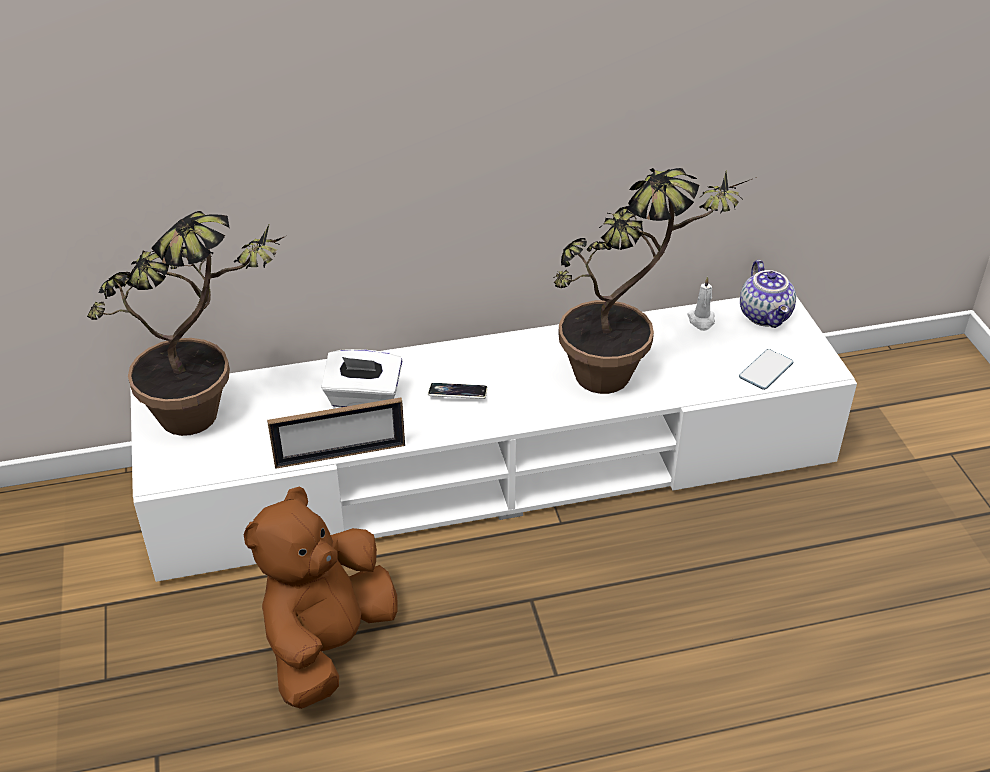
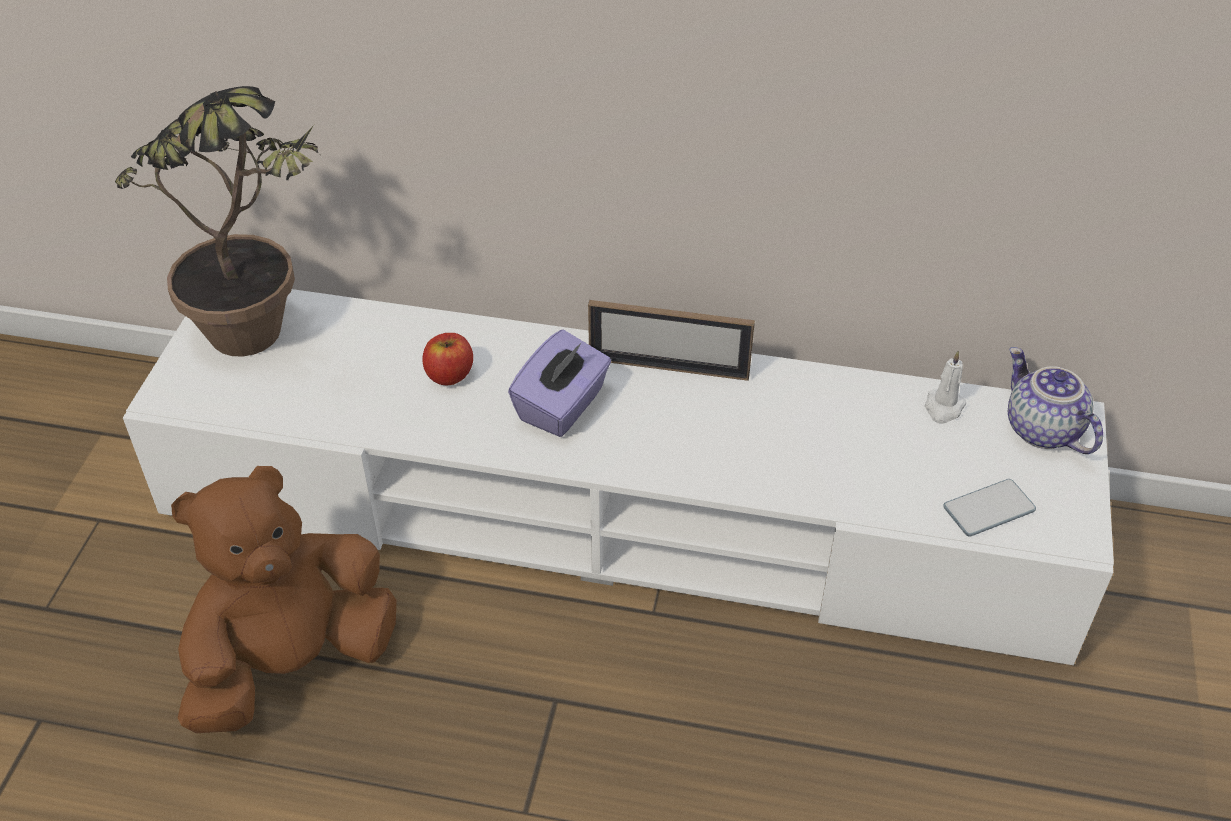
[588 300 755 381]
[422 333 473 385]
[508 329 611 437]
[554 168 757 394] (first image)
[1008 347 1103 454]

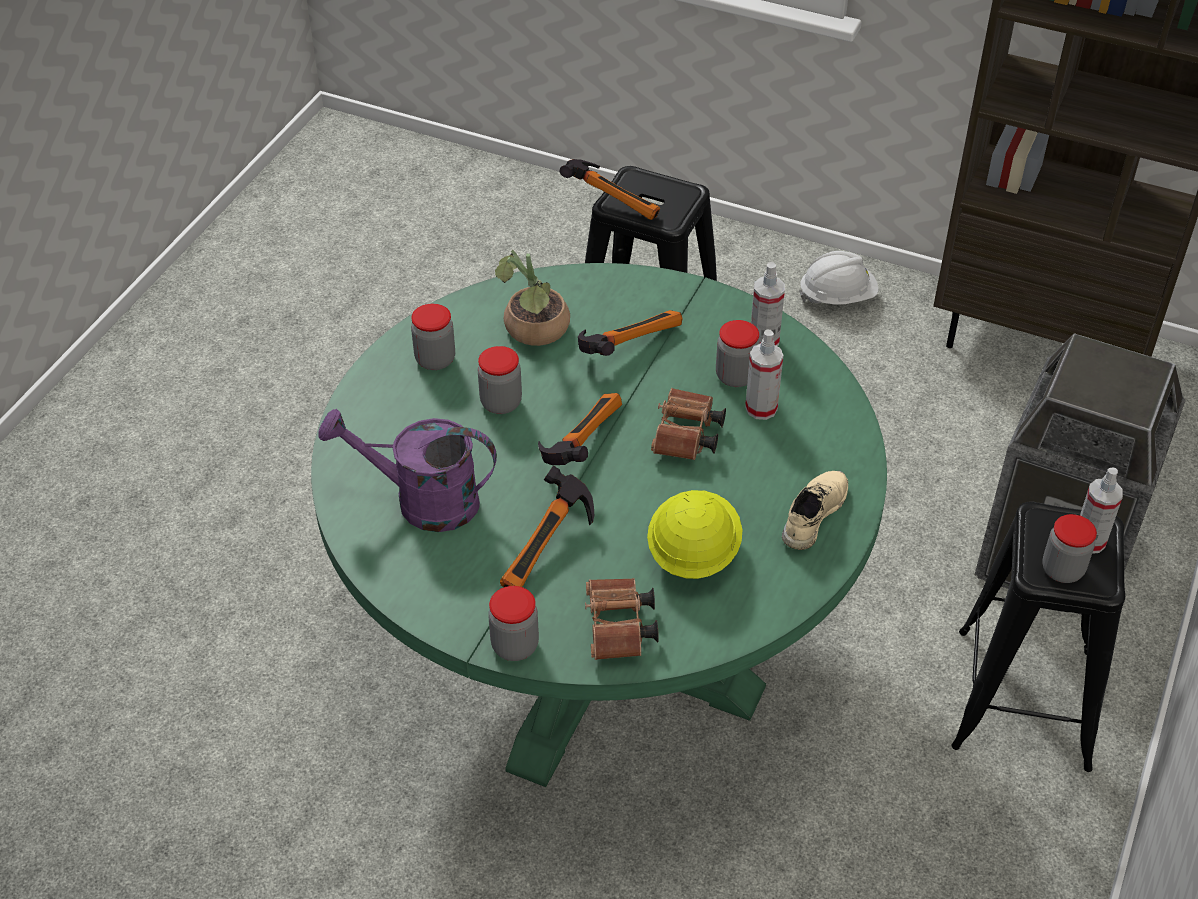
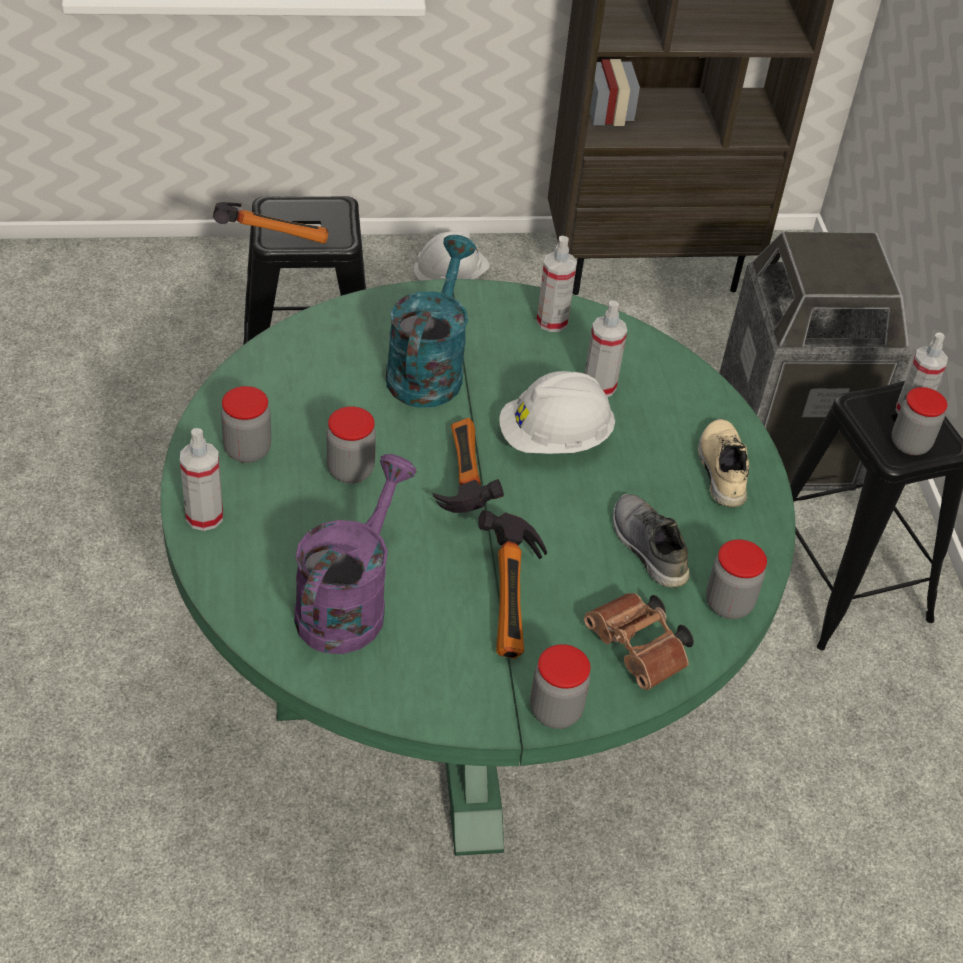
[294 454 417 654]
[495 250 570 346] (first image)
[386 235 476 408]
[613 494 690 587]
[499 371 615 454]
[706 539 767 619]
[180 428 223 531]

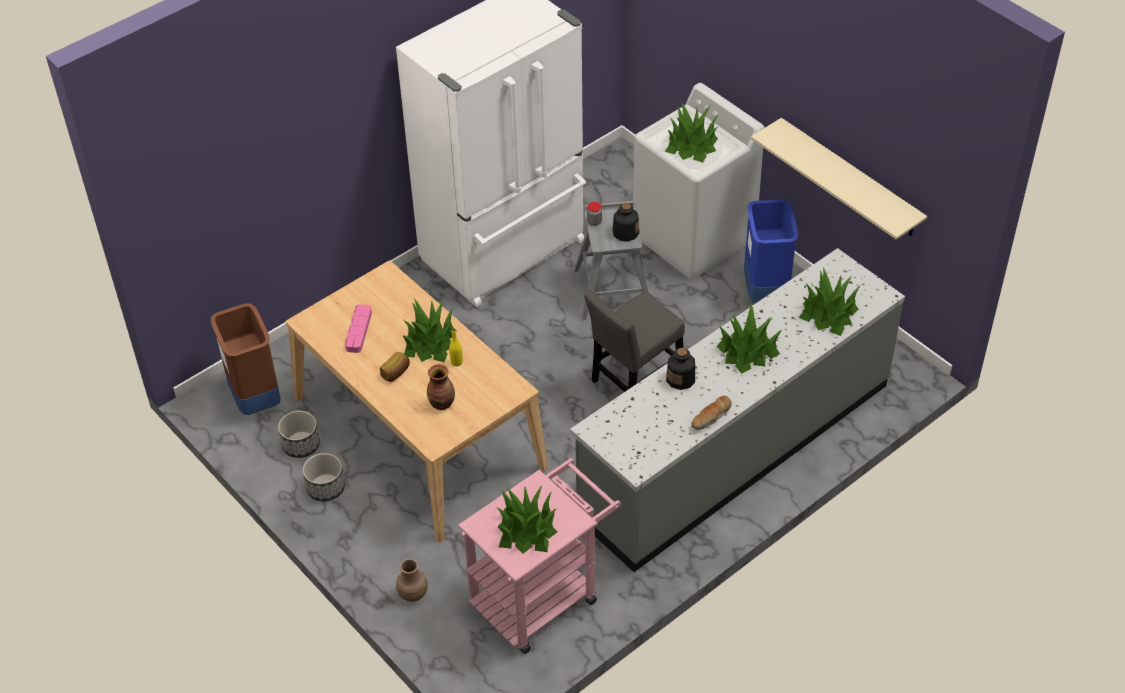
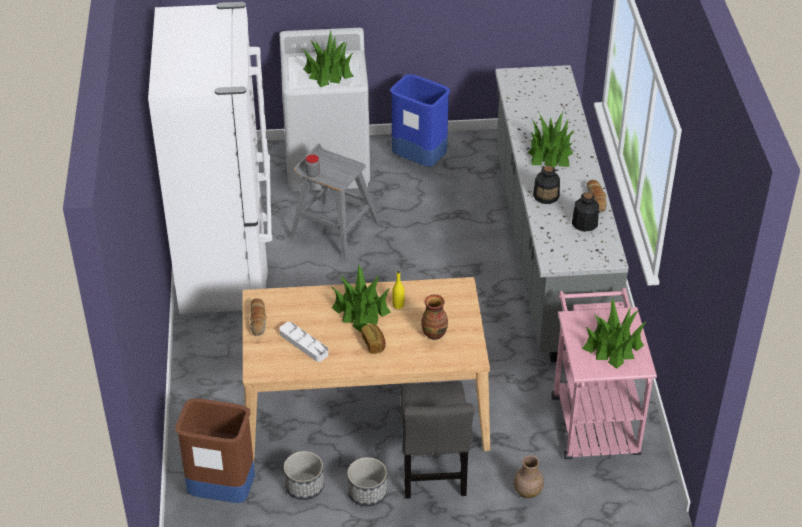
[279 322 328 362]
[401 381 474 499]
[572 193 599 232]
[751 118 927 240] (first image)
[799 268 860 336] (first image)
[250 298 266 336]

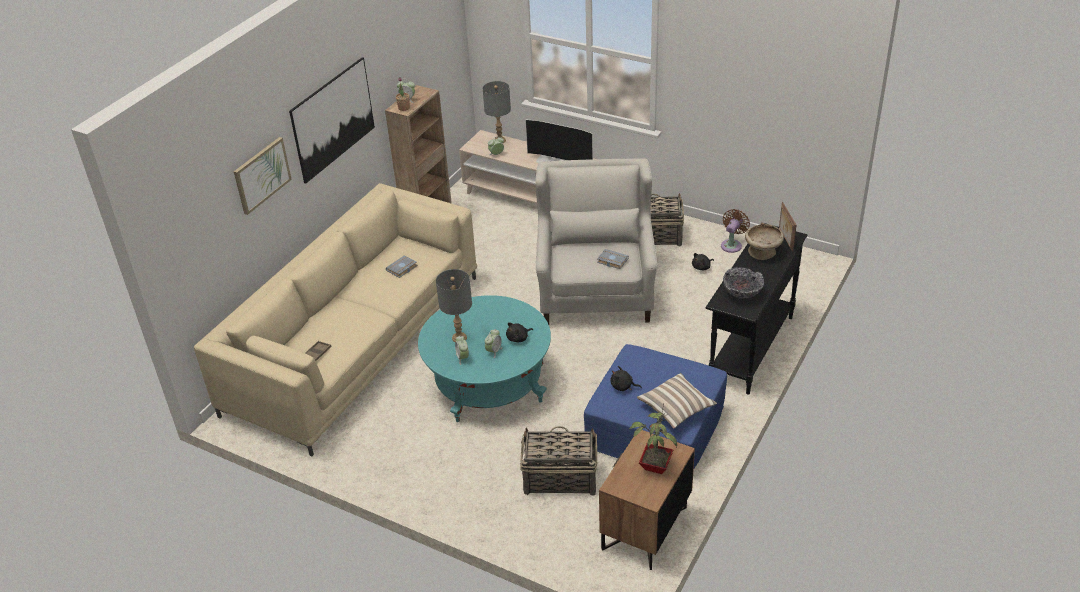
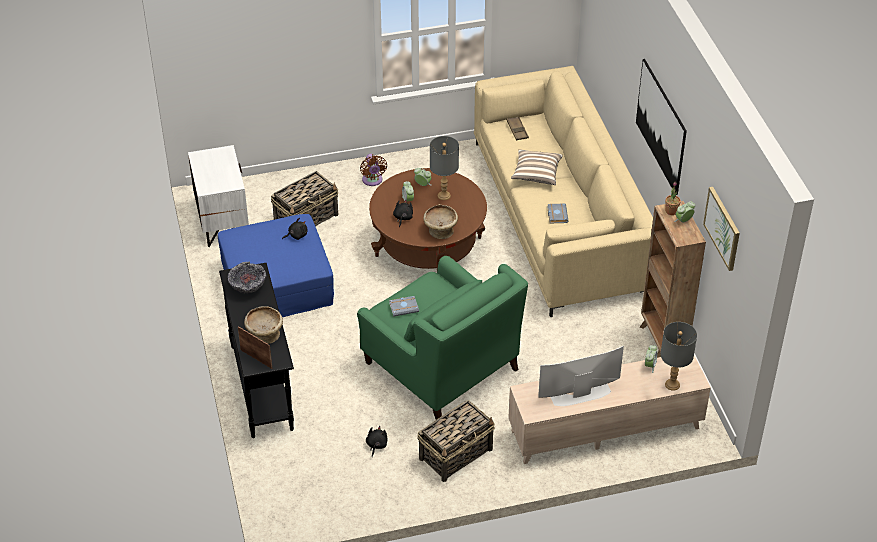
[703 187 740 271]
[369 168 487 270]
[357 256 528 420]
[188 145 249 247]
[629 404 677 474] (first image)
[511 150 563 185]
[360 154 387 186]
[423 204 458 239]

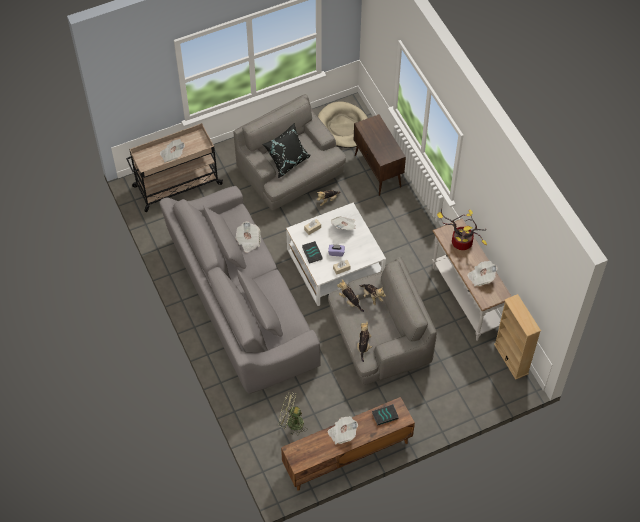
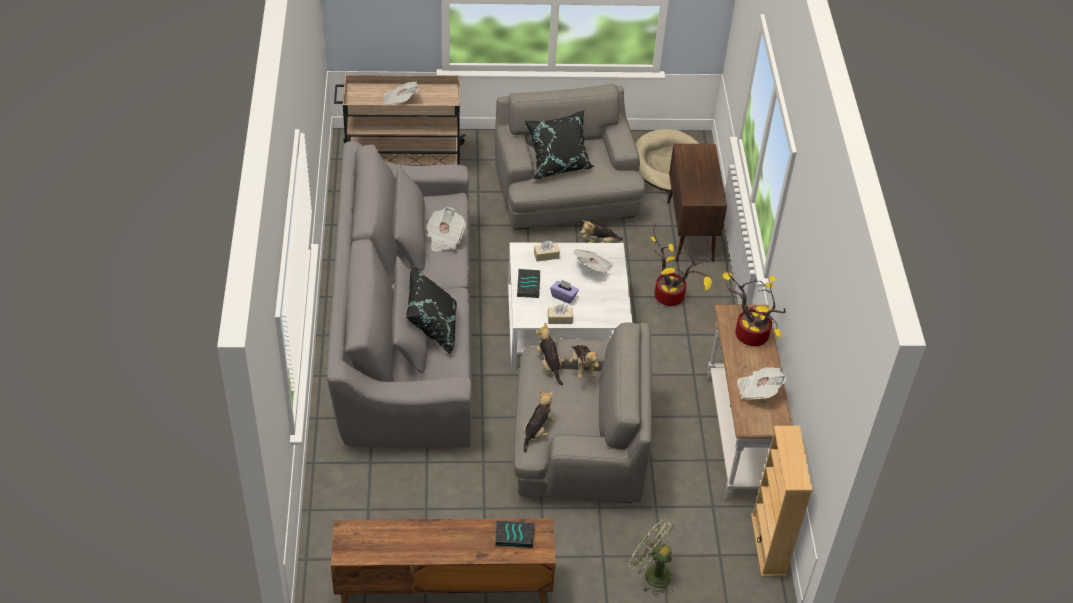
[629 519 674 596]
[327 416 358 445] (first image)
[406 265 457 354]
[650 223 713 306]

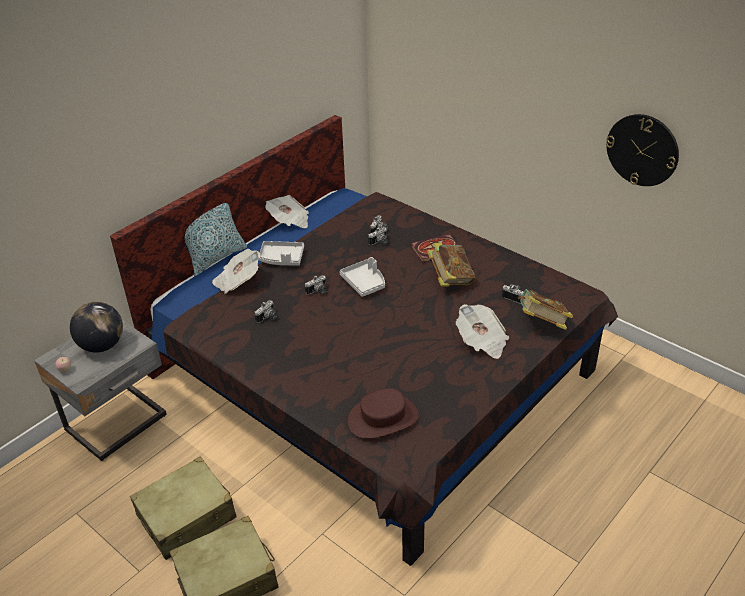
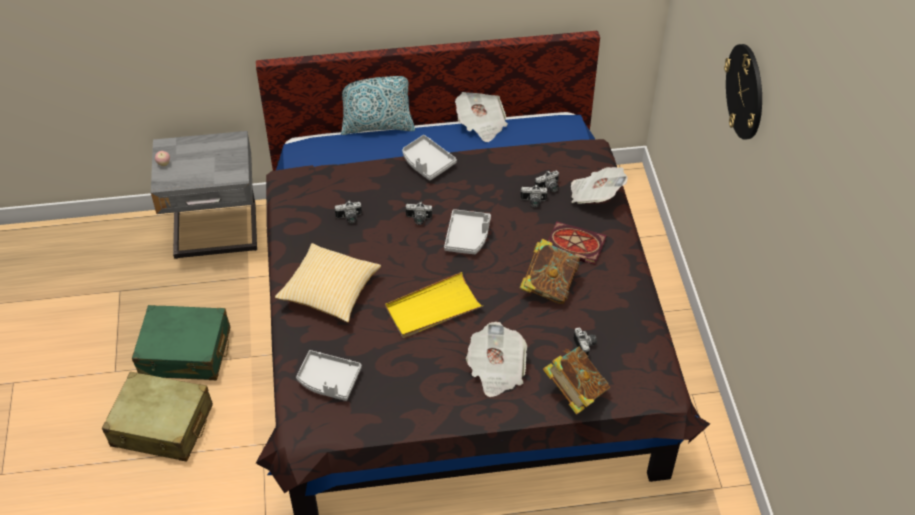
[70 302 123 353] (first image)
[132 305 230 380]
[571 167 628 204]
[296 350 362 401]
[724 44 762 140]
[275 243 381 322]
[385 272 483 338]

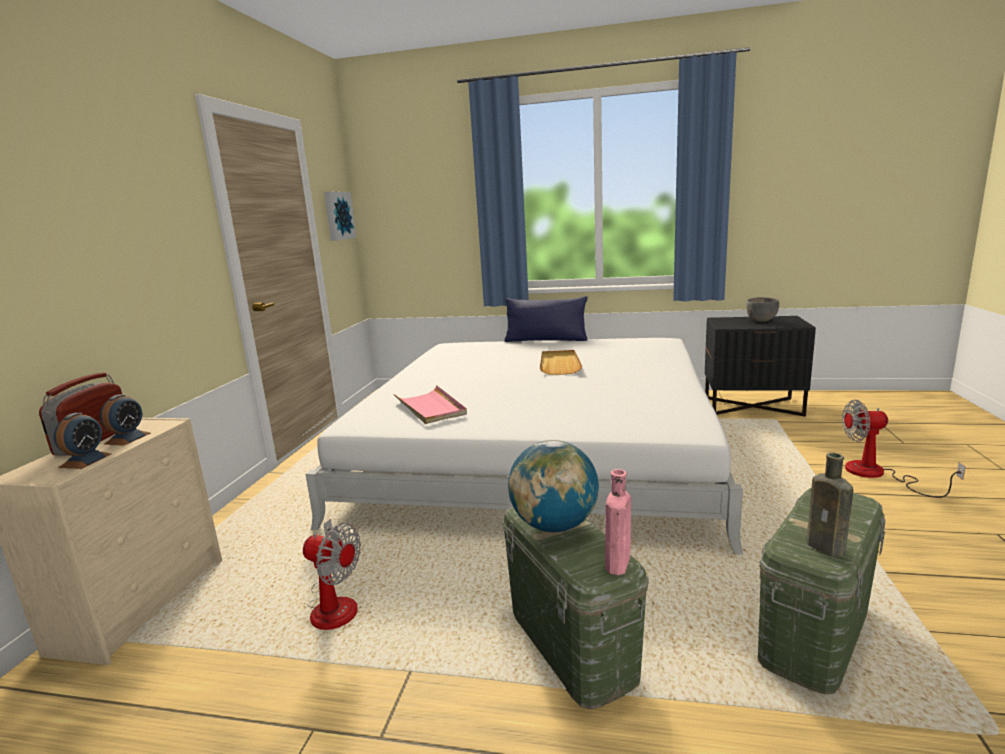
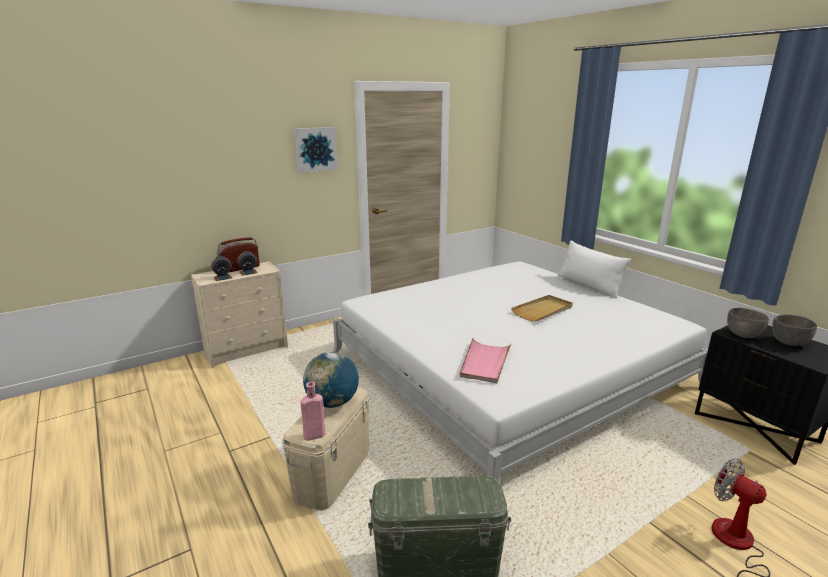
[303 519 361 630] (first image)
[294 127 338 173]
[460 338 512 383]
[282 387 370 510]
[558 241 631 298]
[806 453 853 557] (first image)
[727 308 769 338]

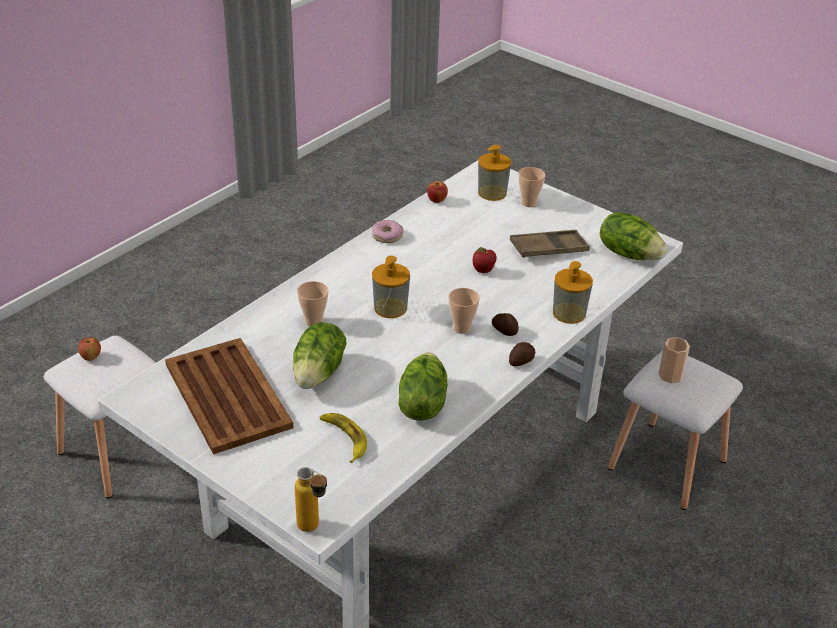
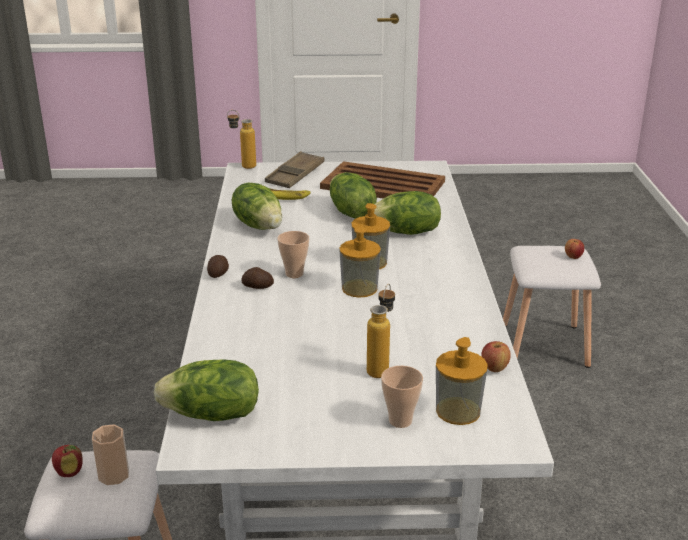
[374 191 441 235]
[372 220 404 243] (first image)
[52 445 83 477]
[265 151 324 188]
[339 226 381 298]
[367 284 395 378]

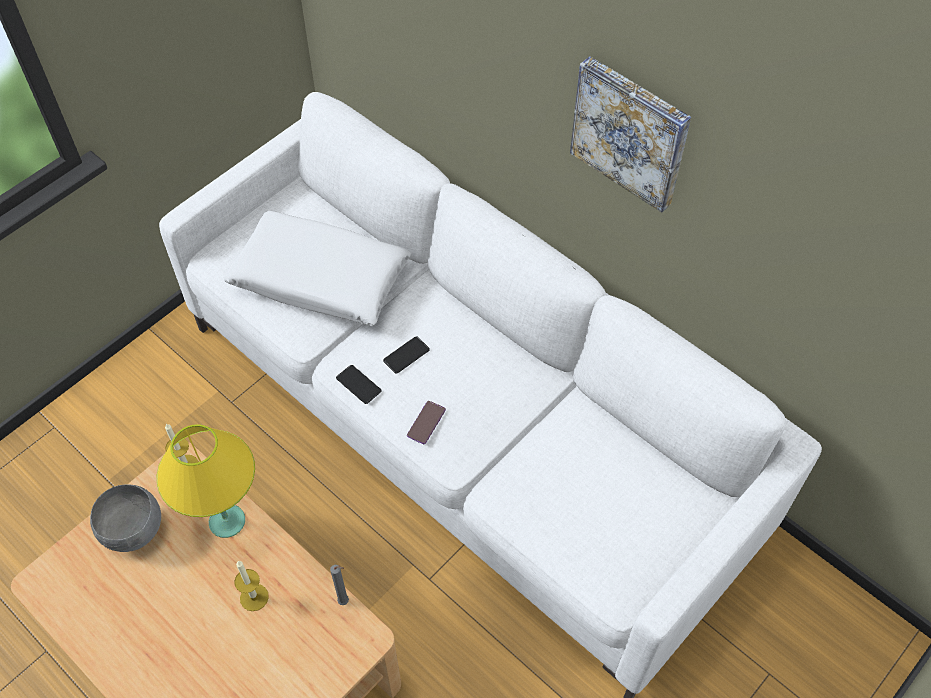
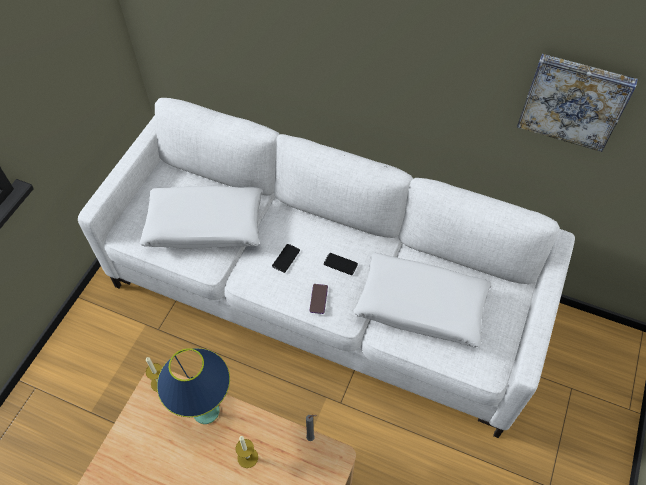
[90 484 161 552] (first image)
[157 348 230 424]
[324 253 358 275]
[517 54 638 152]
[353 253 492 348]

